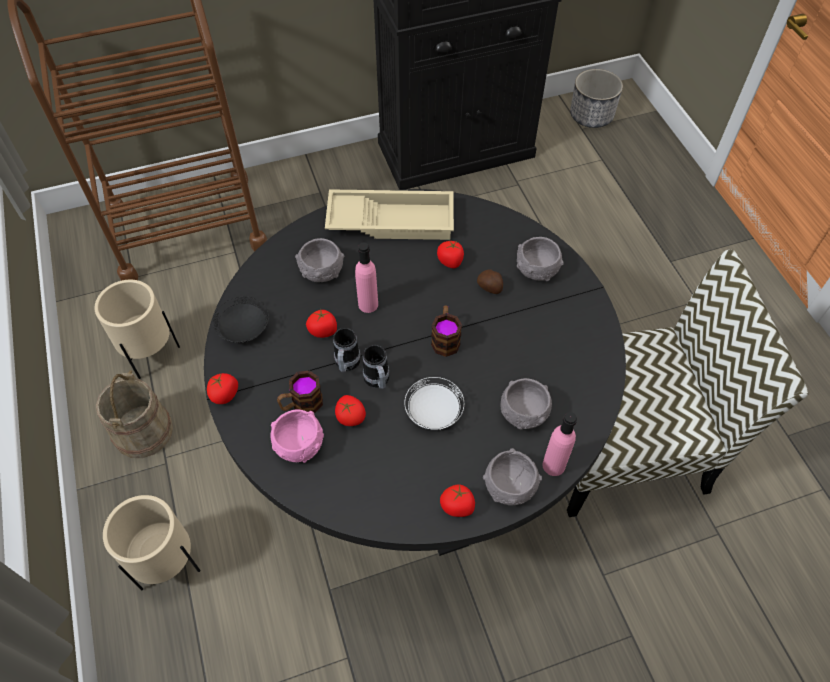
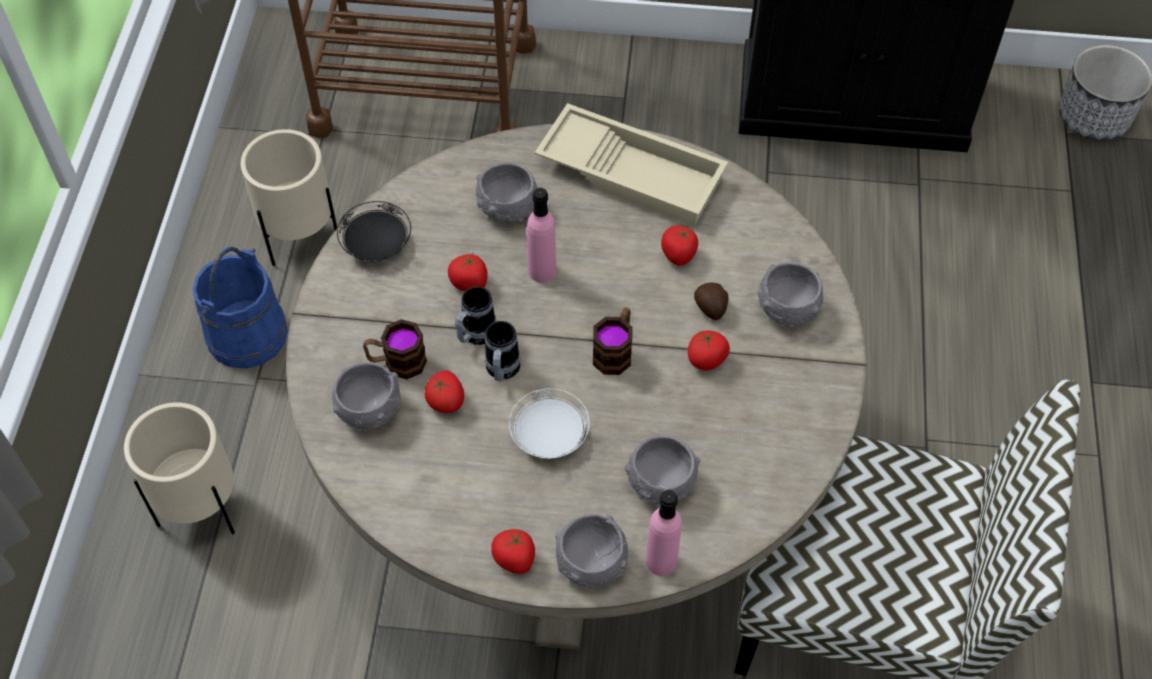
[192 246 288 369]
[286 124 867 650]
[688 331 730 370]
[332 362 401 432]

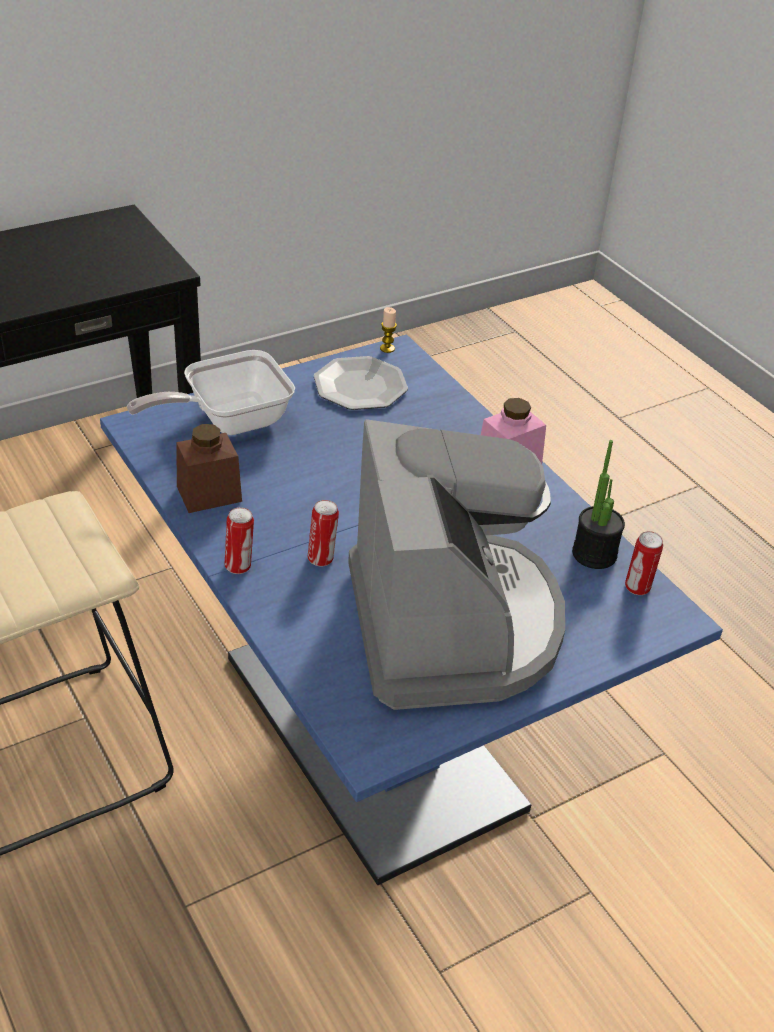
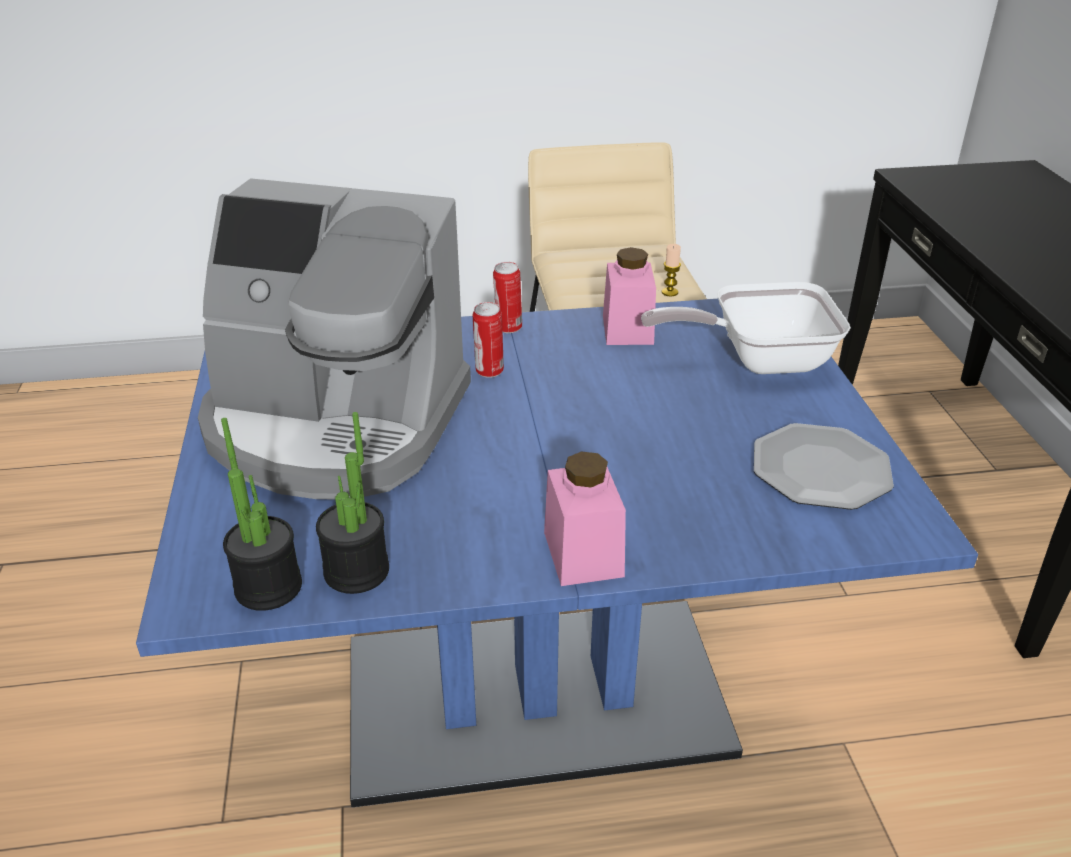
[641 282 851 374]
[603 247 656 345]
[662 244 681 296]
[221 418 302 611]

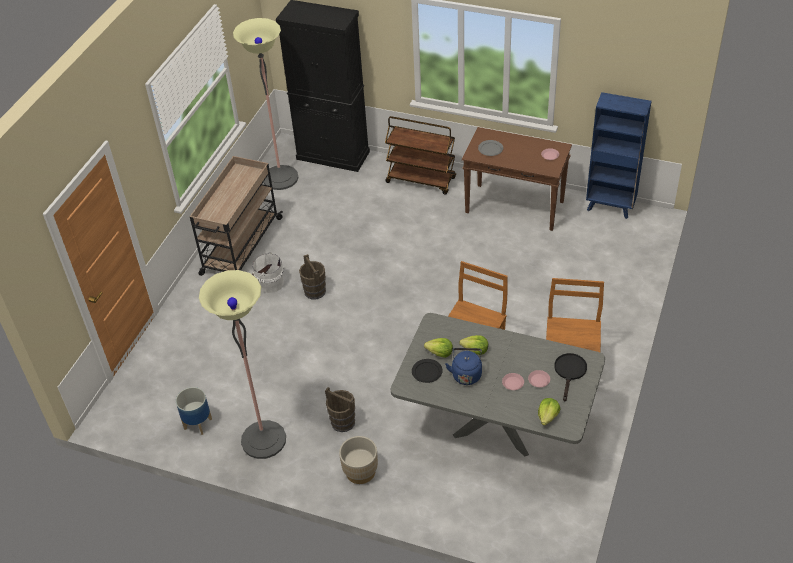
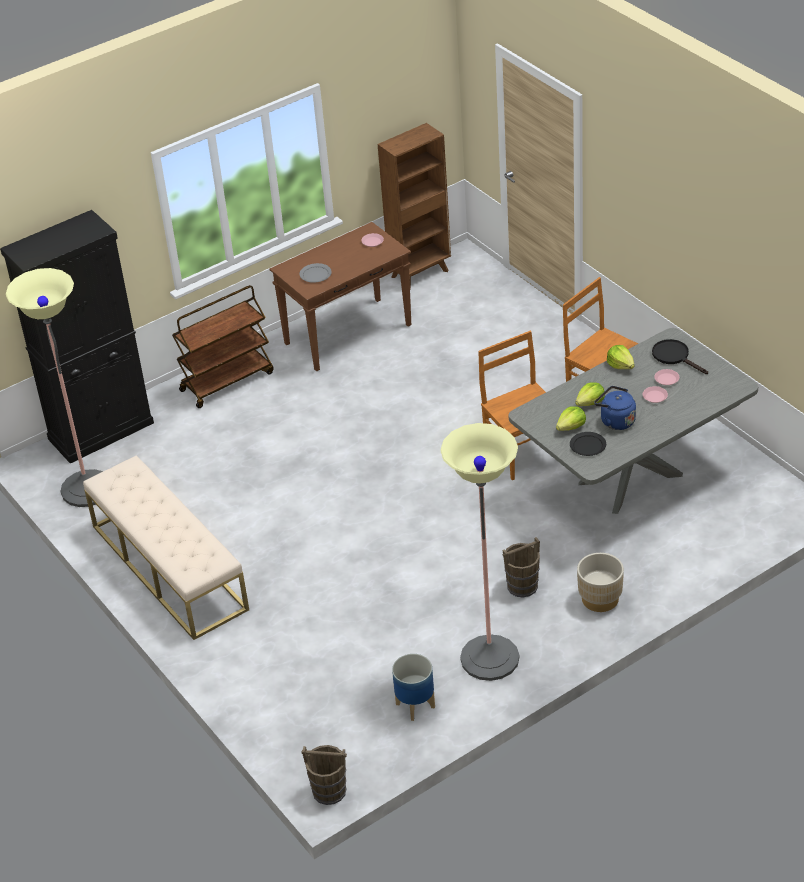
[83 455 249 640]
[252 252 284 293] (first image)
[302 745 347 805]
[607 345 635 369]
[378 123 451 290]

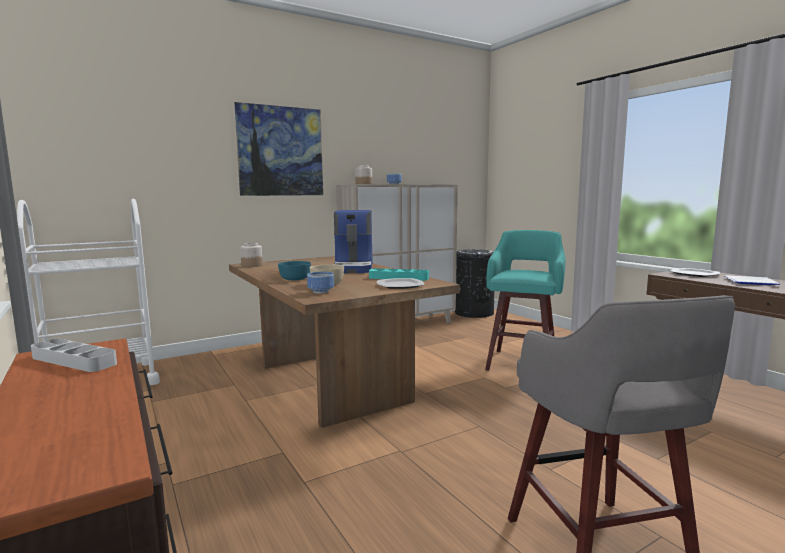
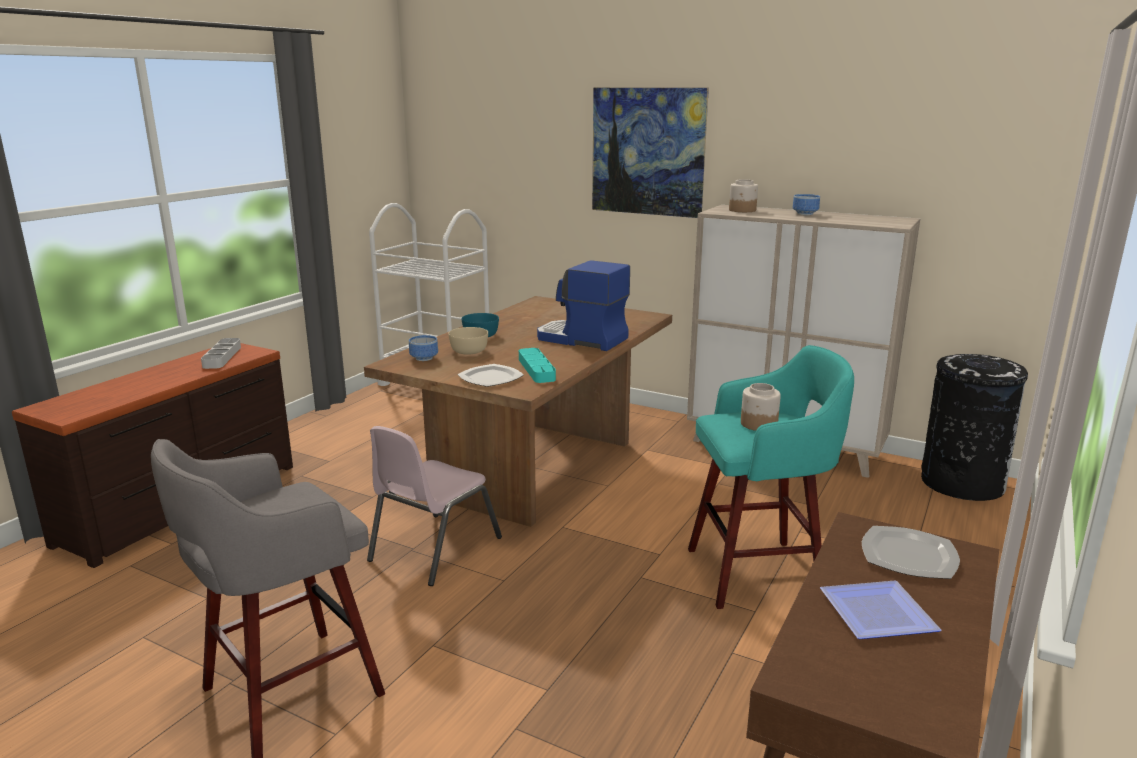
[741 383 781 431]
[537 260 630 351]
[367 426 502 586]

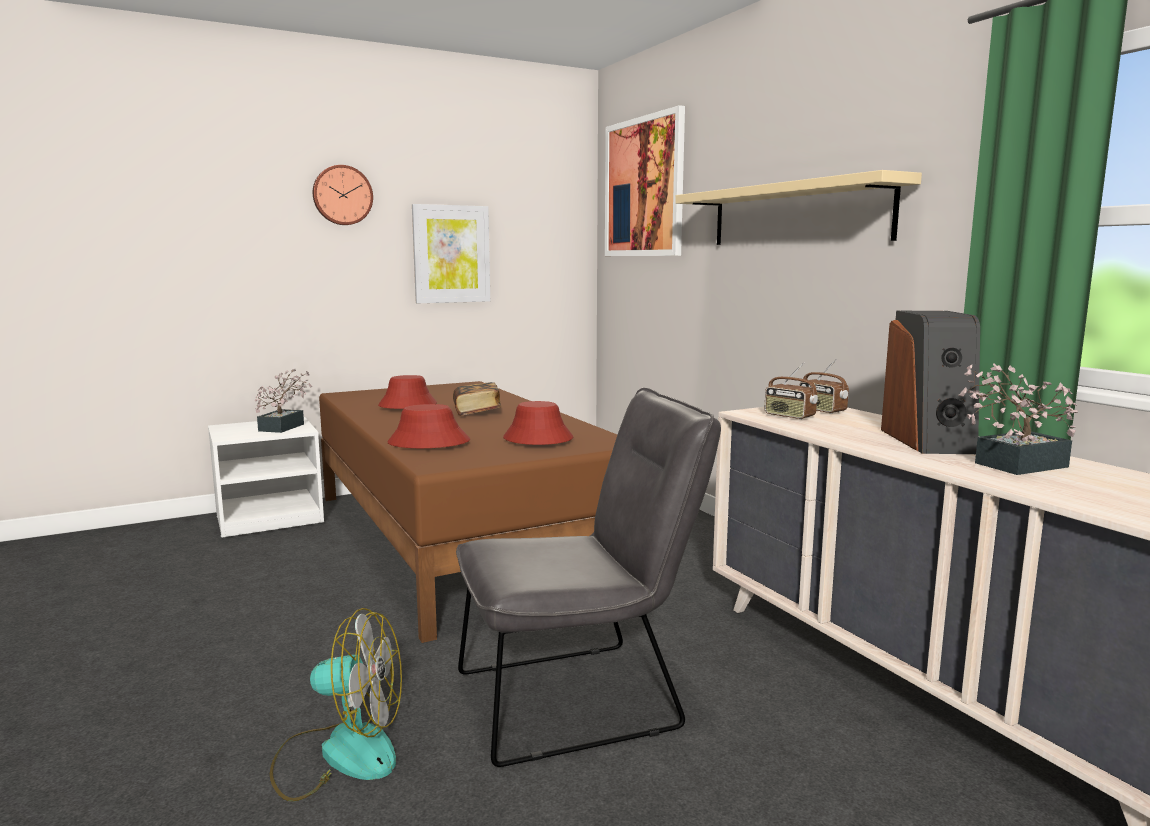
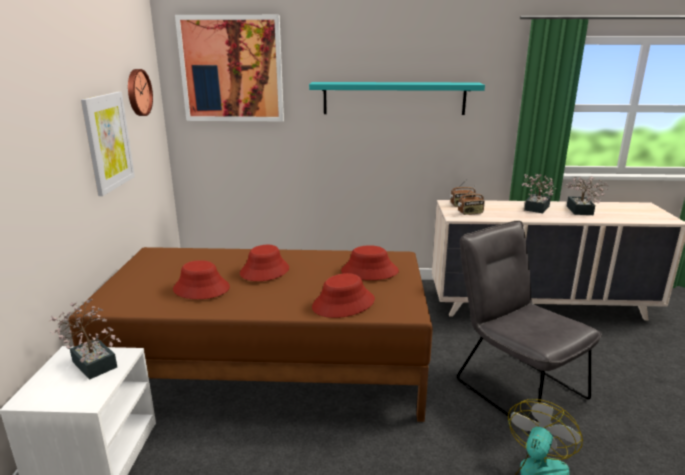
[128 69 153 116]
[240 245 289 281]
[457 221 602 432]
[309 82 485 115]
[521 174 557 213]

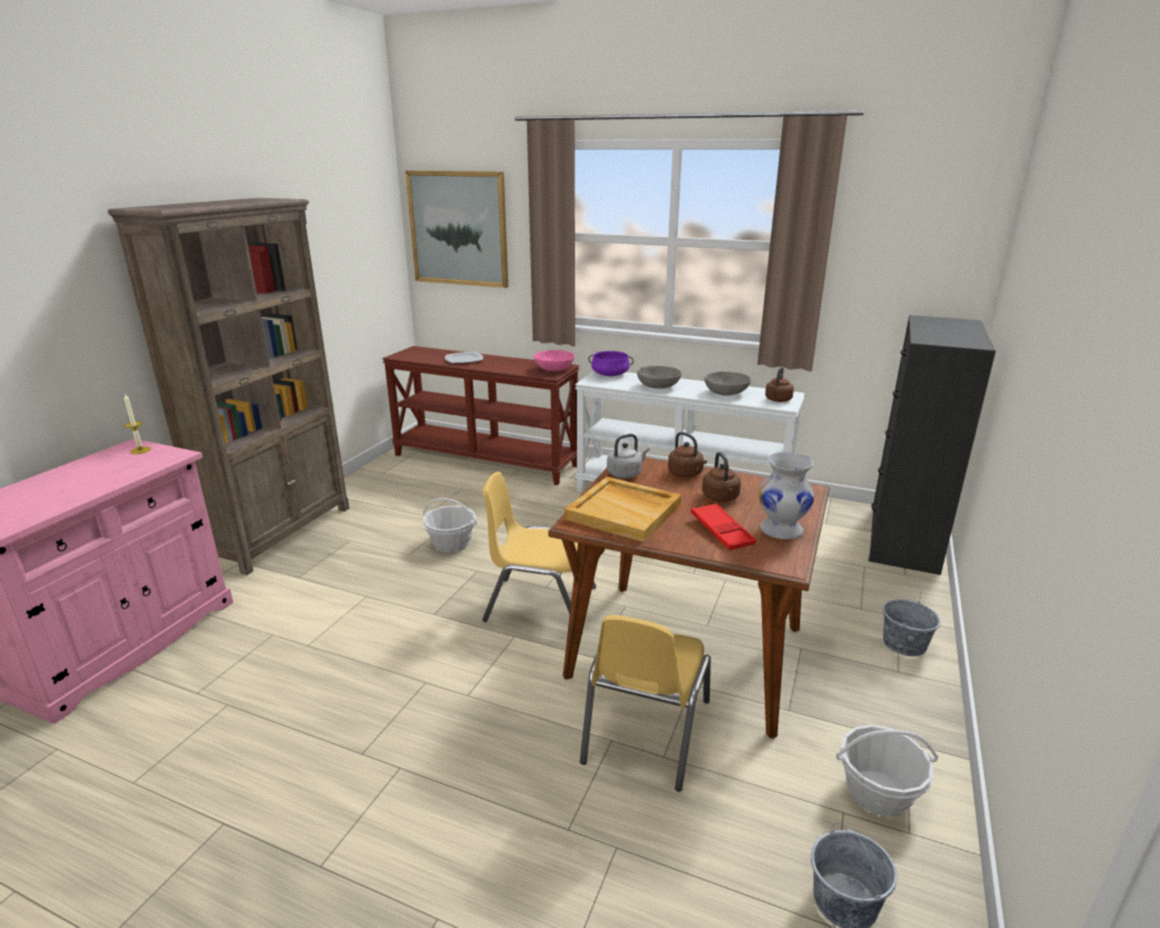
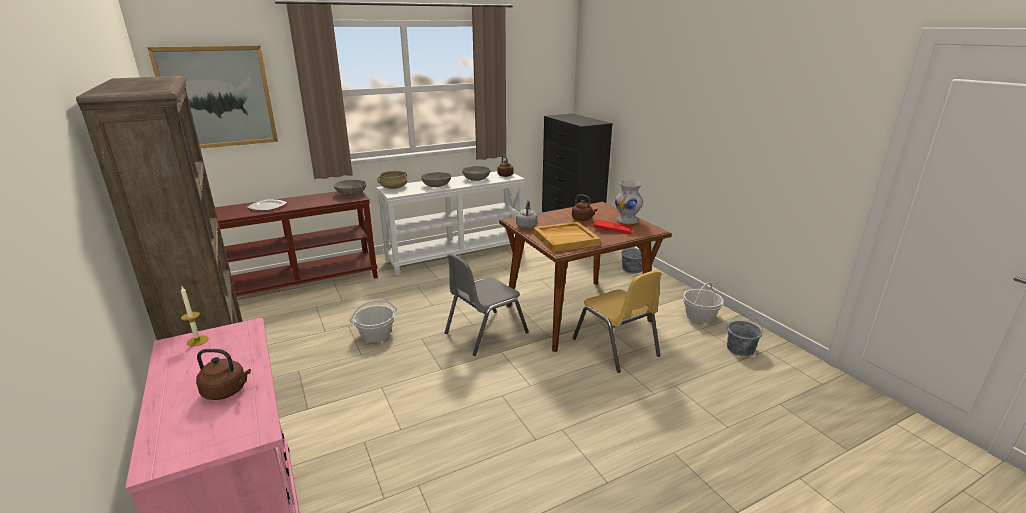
[445 254 529 356]
[334 180 366 196]
[377 171 407 189]
[196 349 251 400]

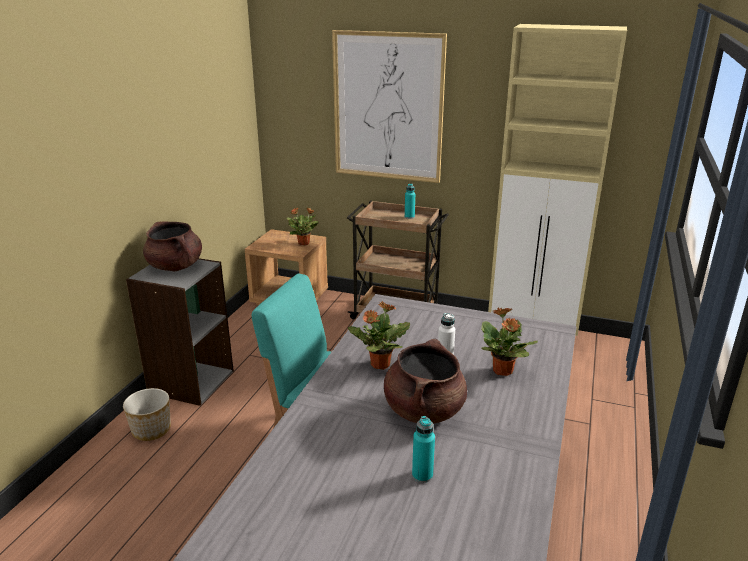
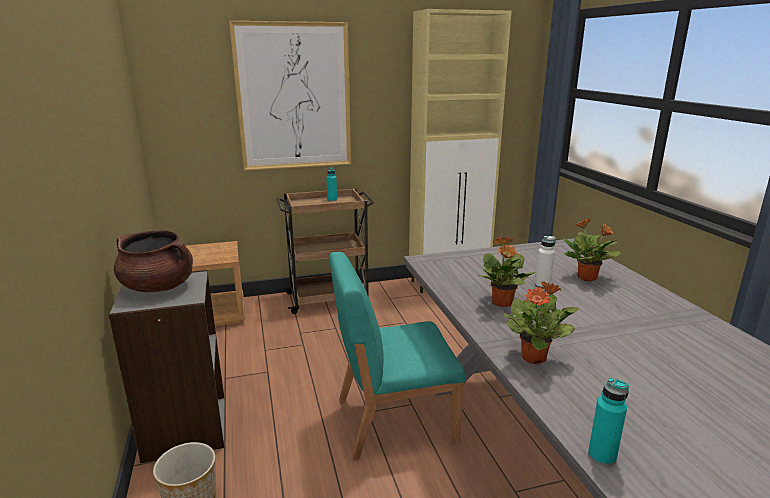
[504 281 579 364]
[384 339 467 424] (first image)
[588 378 629 466]

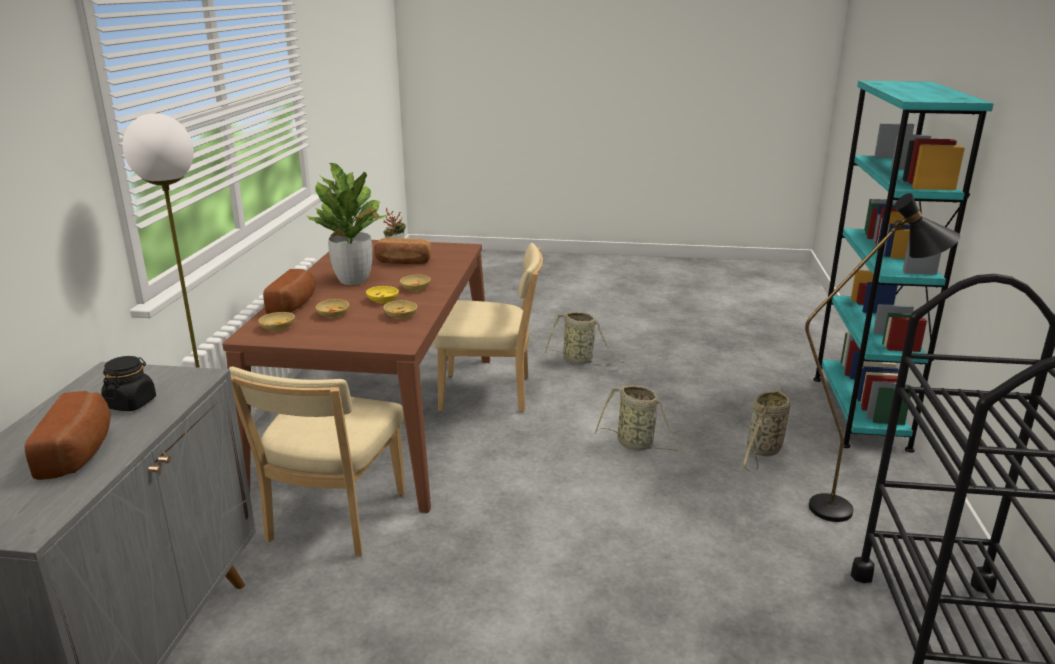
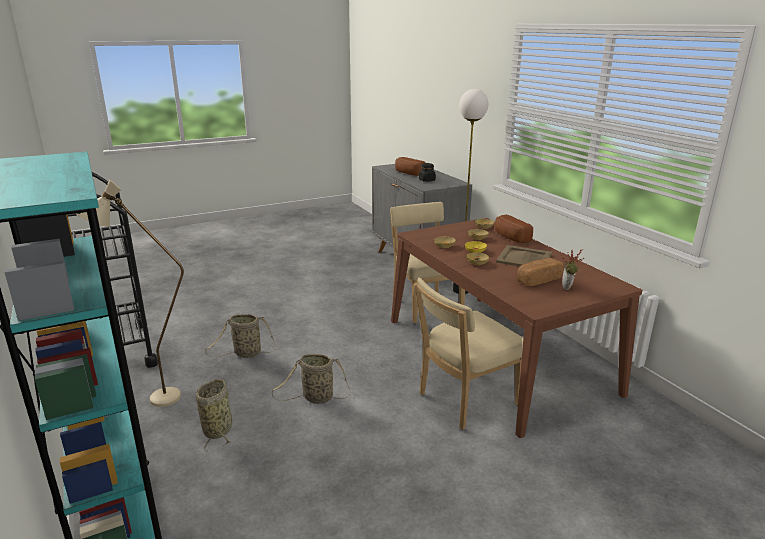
[496 245 552 266]
[205 314 276 358]
[75 180 184 407]

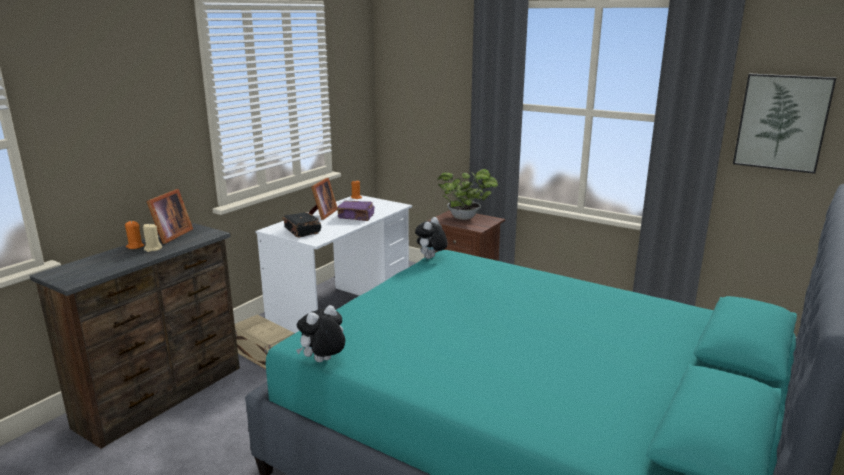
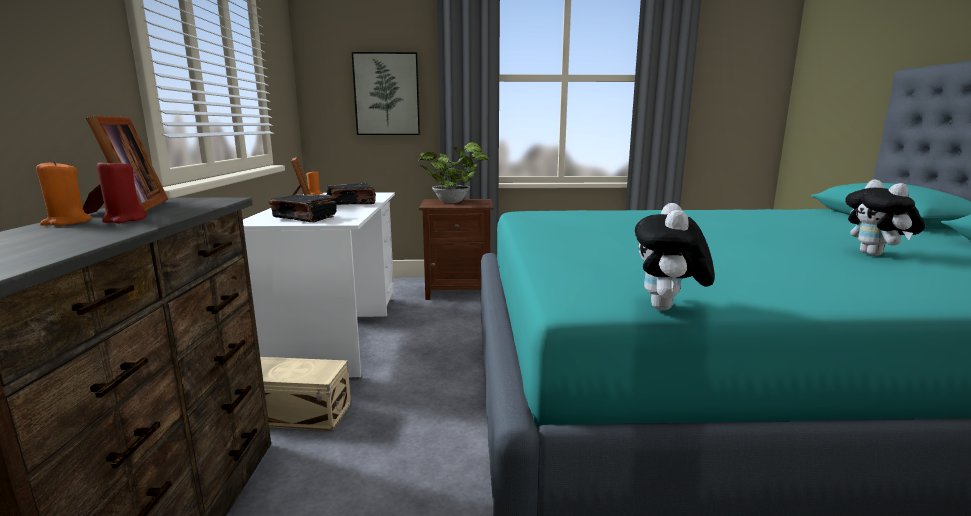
[96 159 147 223]
[326 183 376 205]
[845 179 925 256]
[352 52 420 135]

